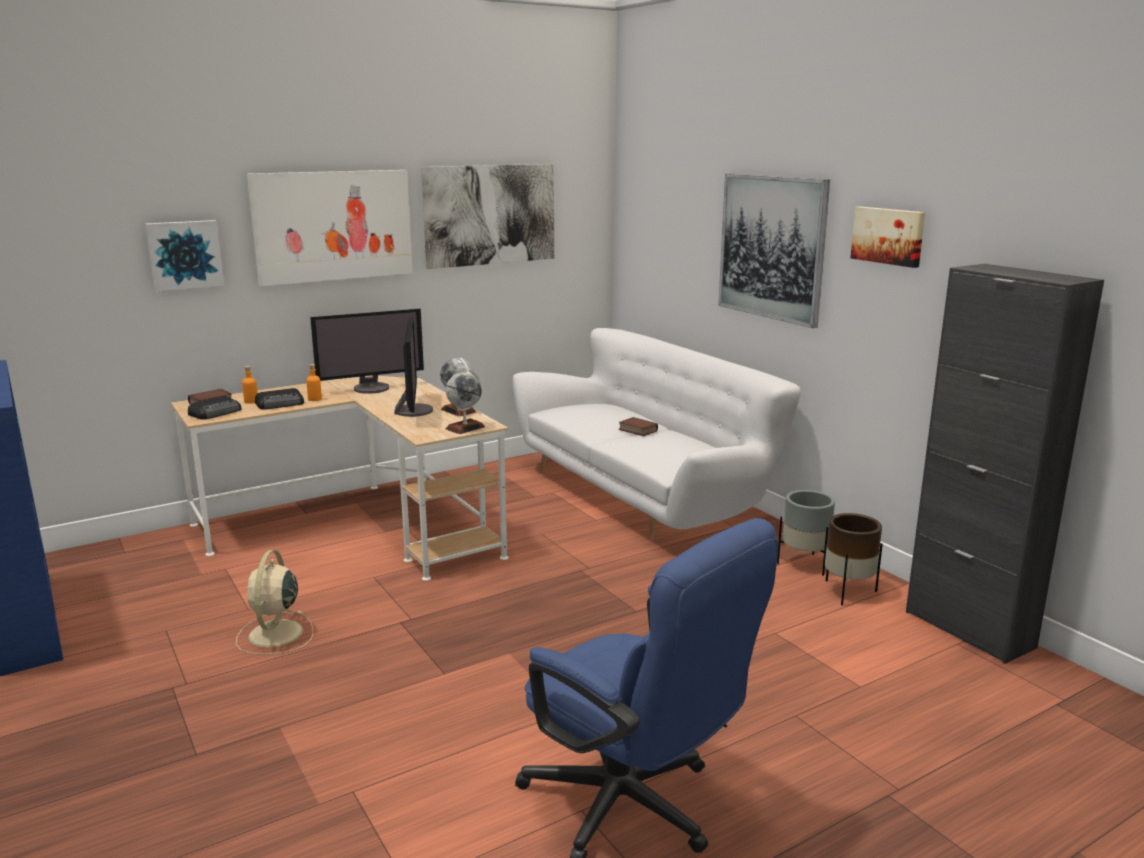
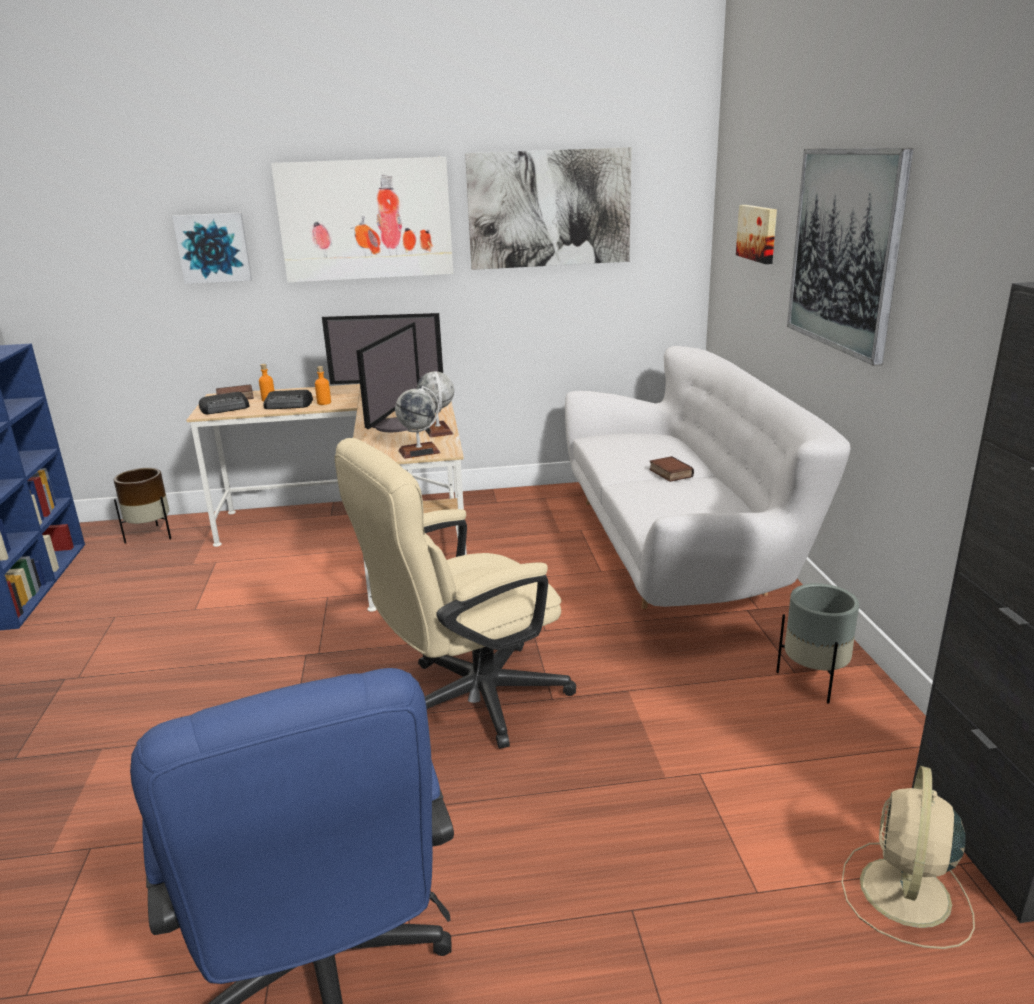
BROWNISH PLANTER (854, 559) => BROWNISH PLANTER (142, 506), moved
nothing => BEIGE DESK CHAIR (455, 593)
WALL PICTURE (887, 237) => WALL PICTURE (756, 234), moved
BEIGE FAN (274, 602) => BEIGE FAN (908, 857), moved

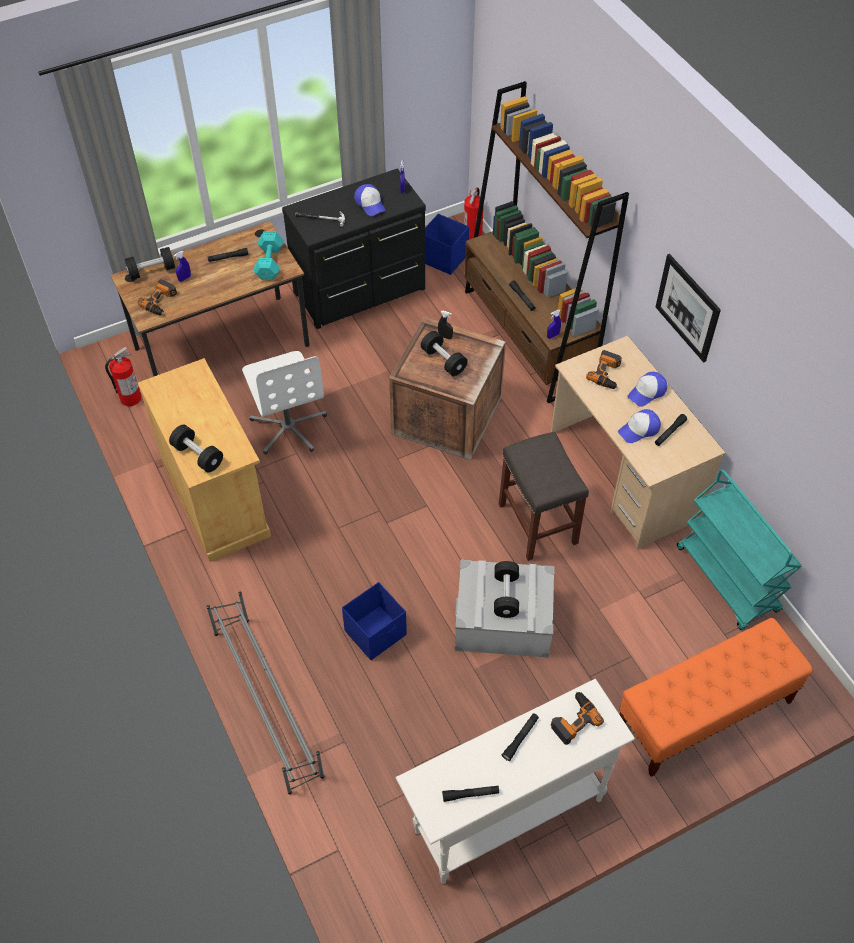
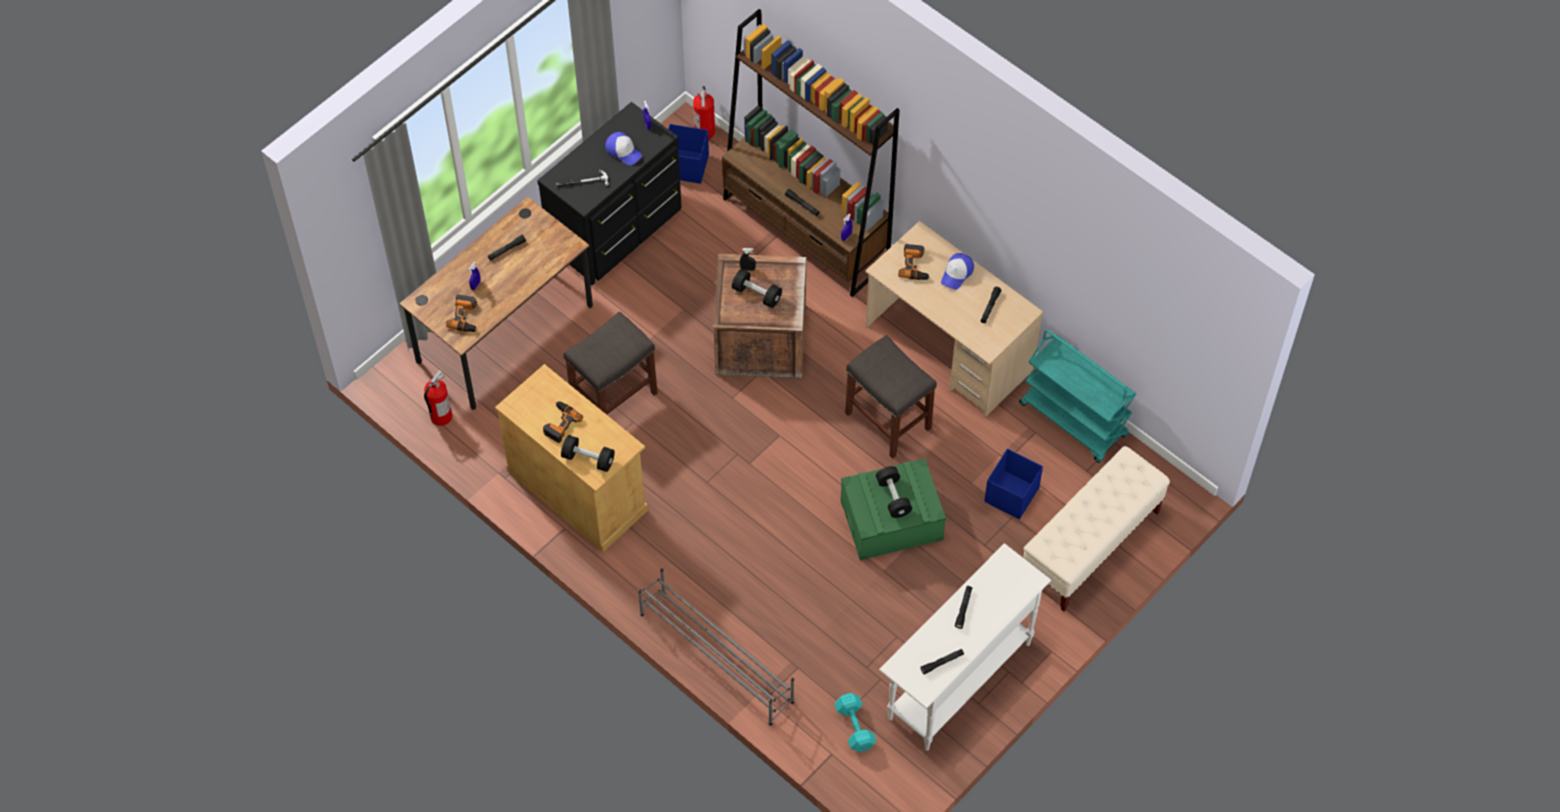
ELECTRIC DRILL (577, 718) => ELECTRIC DRILL (563, 422), moved
WHITE-COLOURED DESK CHAIR (284, 403) => GREY STOOL SEAT (611, 363)
TURQUOISE-COLOURED FREE WEIGHT (268, 255) => TURQUOISE-COLOURED FREE WEIGHT (855, 722), moved
GREY STORAGE BIN (505, 609) => GREEN-COLOURED STORAGE BIN (893, 509)
BLUISH STORAGE BIN (374, 621) => BLUISH STORAGE BIN (1013, 484), moved
ORANGE-COLOURED INDOOR BENCH (716, 697) => BEIGE INDOOR BENCH (1096, 528)
BLACK-COLOURED FREE WEIGHT (150, 263) => nothing
CAP (639, 426) => nothing
WALL PICTURE (688, 308) => nothing

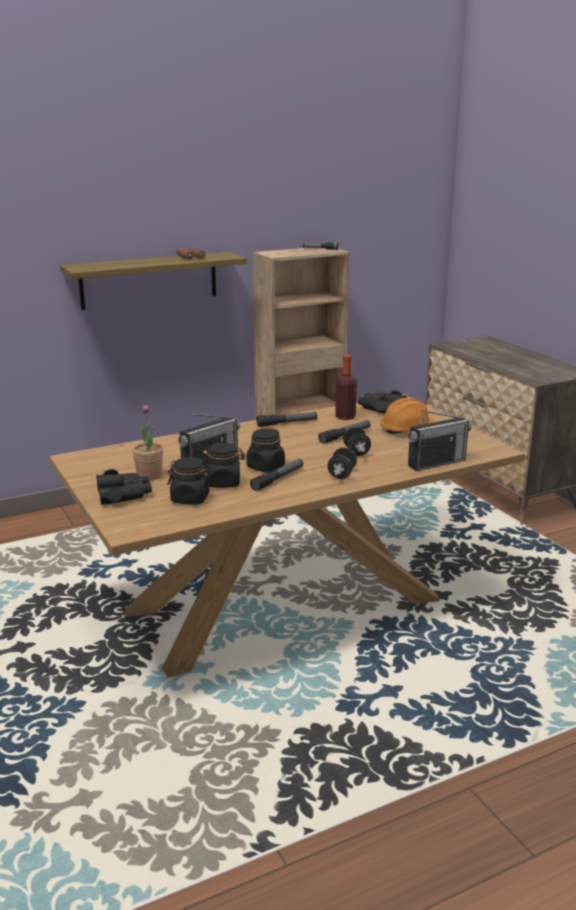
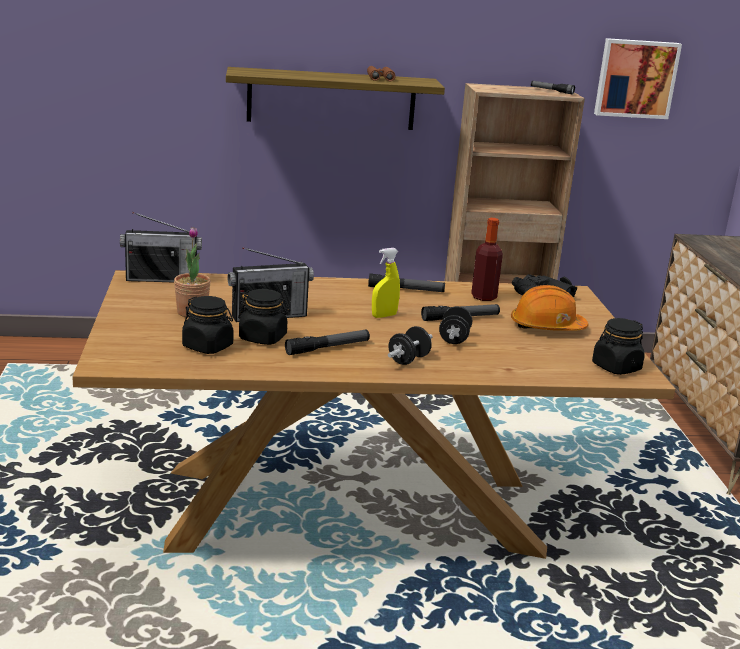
RADIO (440, 440) => RADIO (161, 247), moved
nothing => YELLOWISH SPRAYER (386, 283)
BLACK-COLOURED STORAGE JAR (265, 450) => BLACK-COLOURED STORAGE JAR (618, 346), moved
nothing => WALL PICTURE (638, 78)
BLACK-COLOURED PAIR OF BINOCULARS (124, 487) => nothing

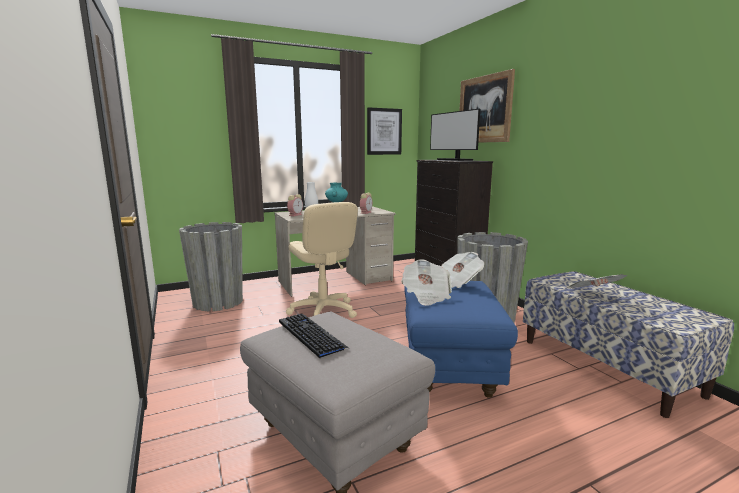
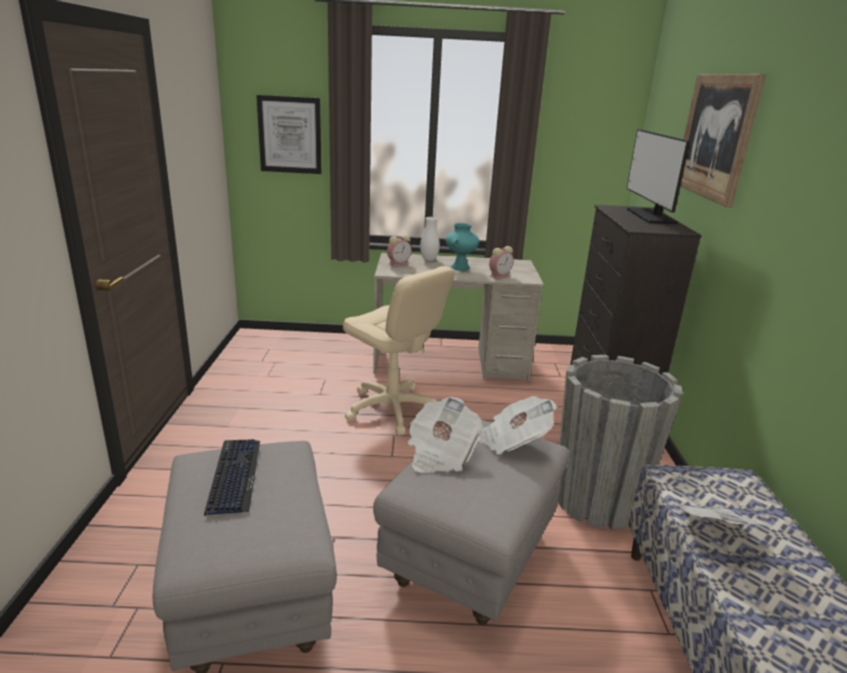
WALL PICTURE (384, 131) => WALL PICTURE (289, 134), moved
BEIGE DESK CHAIR (322, 260) => BEIGE DESK CHAIR (399, 351), 45 degrees counterclockwise
BLUISH FOOTREST (461, 339) => GREY FOOTREST (471, 522)
GREY PLANTER (211, 266) => nothing

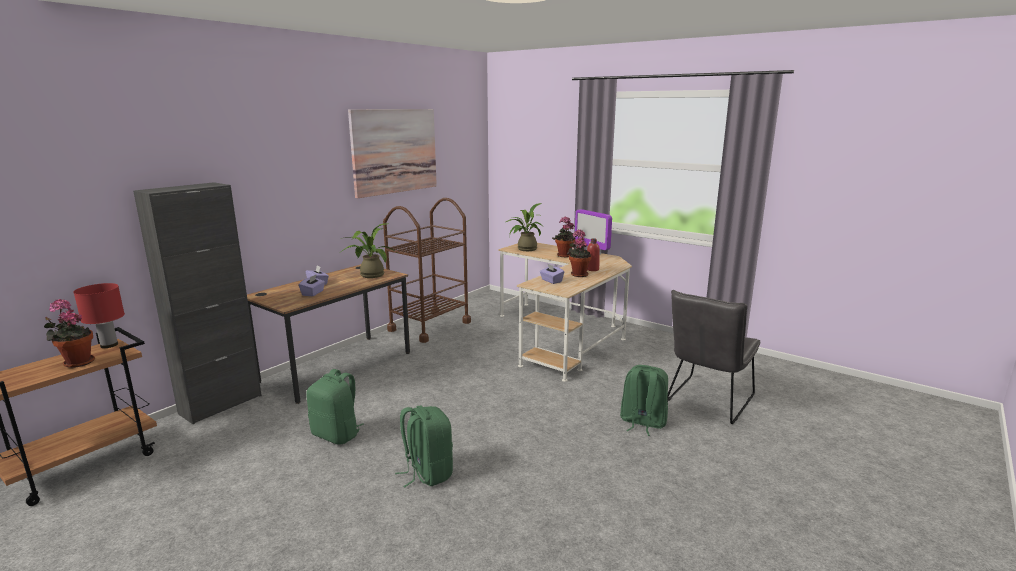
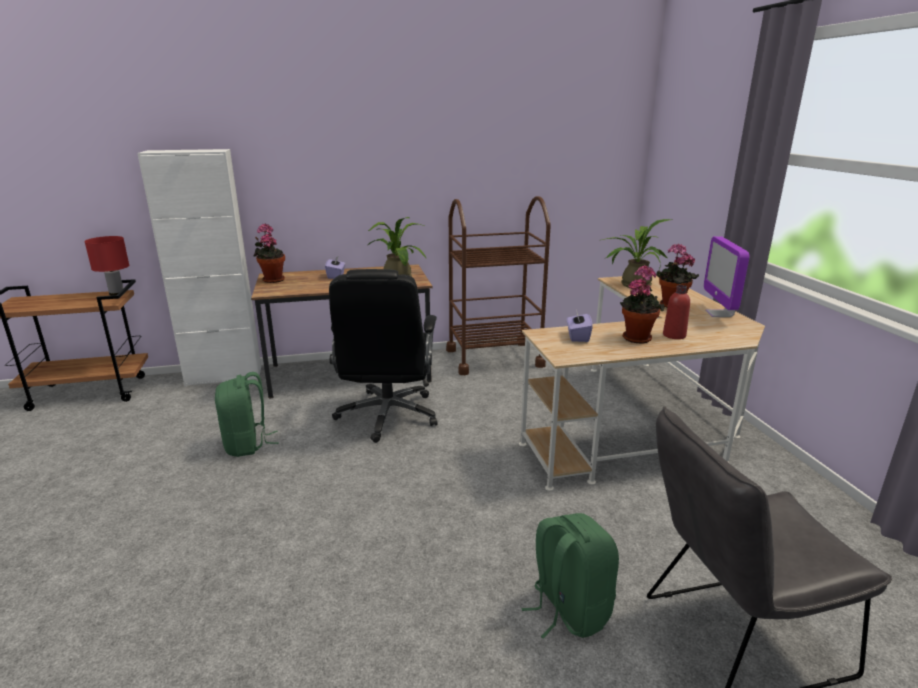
BLACK-COLOURED CABINET (197, 303) => WHITE-COLOURED CABINET (199, 268)
POTTED PLANT (69, 333) => POTTED PLANT (269, 253), moved
nothing => BLACK-COLOURED DESK CHAIR (383, 356)
PURPLE TISSUE HOLDER (312, 285) => nothing
WALL PICTURE (392, 153) => nothing
GREEN-COLOURED BACKPACK (424, 447) => nothing

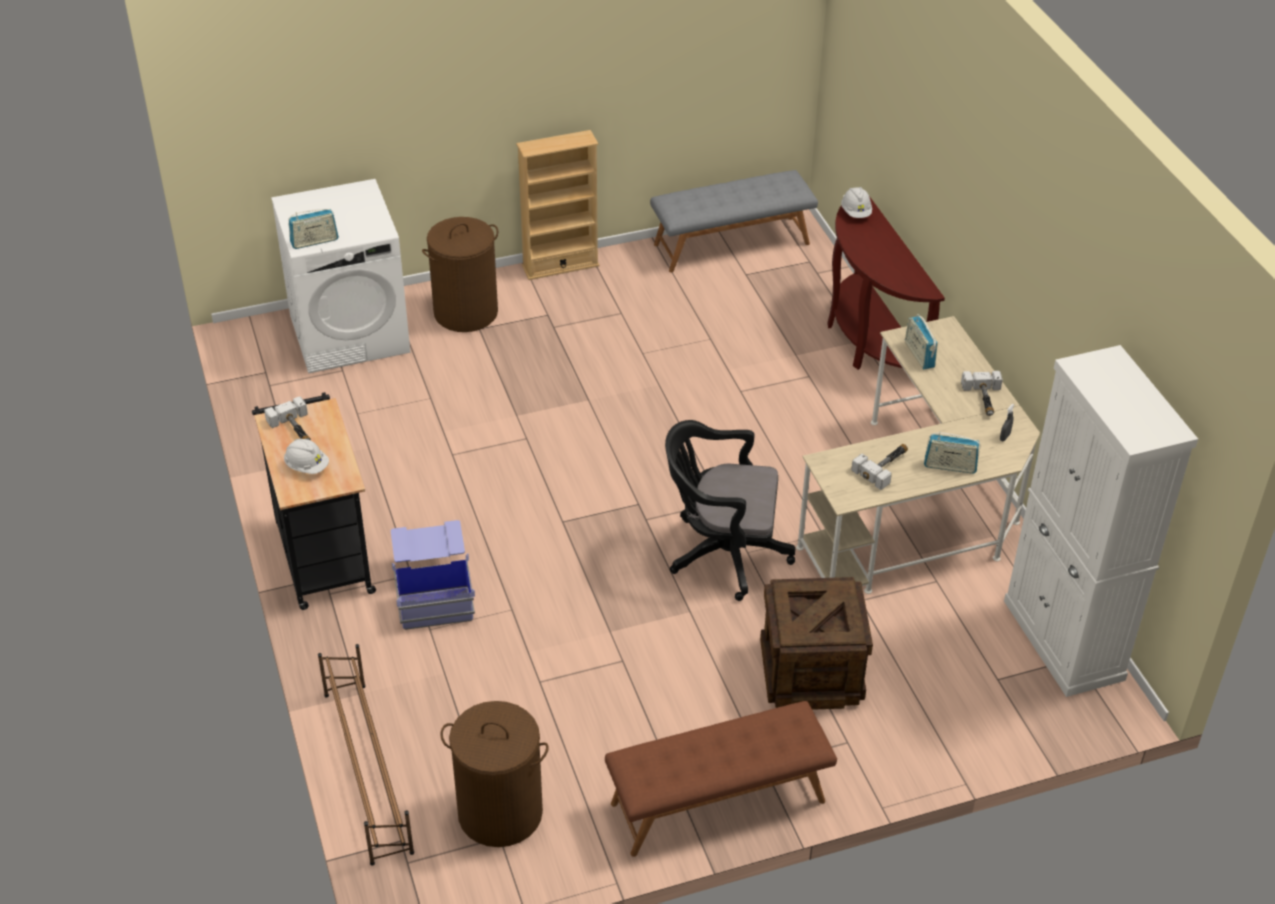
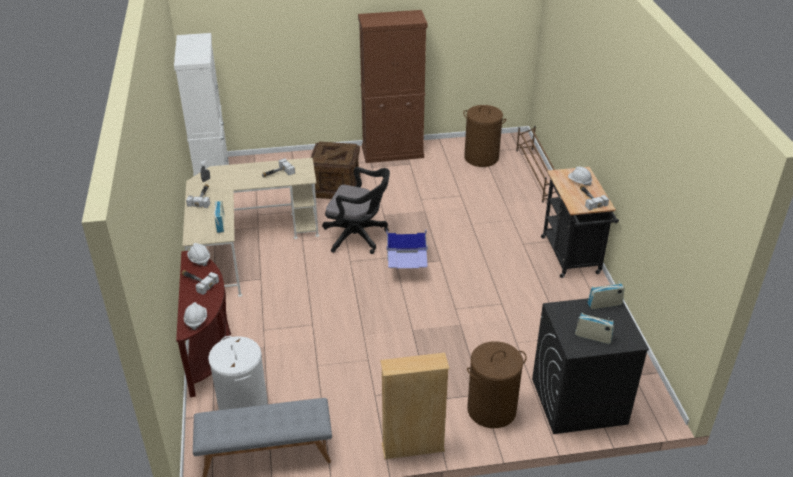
nothing => TOOL HAMMER (200, 282)
nothing => WHITE-COLOURED SAFETY HELMET (198, 254)
nothing => WHITE-COLOURED WASHING BASKET (238, 373)
BROWNISH INDOOR BENCH (721, 779) => BROWNISH CABINET (392, 86)
BLUISH STORAGE BIN (432, 575) => BLUISH STORAGE BIN (407, 248), moved
WHITE-COLOURED LAUNDRY MACHINE (341, 276) => BLACK-COLOURED LAUNDRY MACHINE (590, 366)
RADIO (952, 453) => RADIO (594, 328), moved

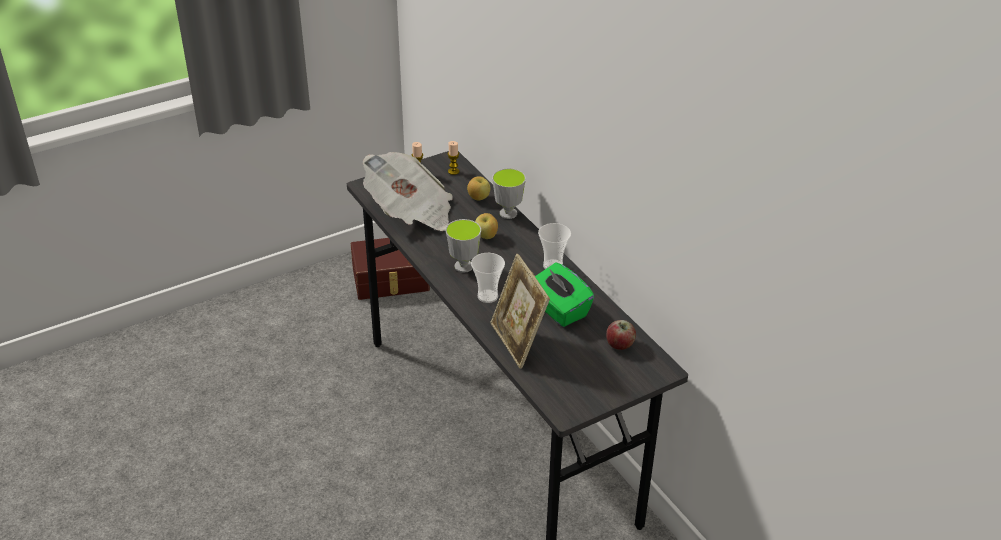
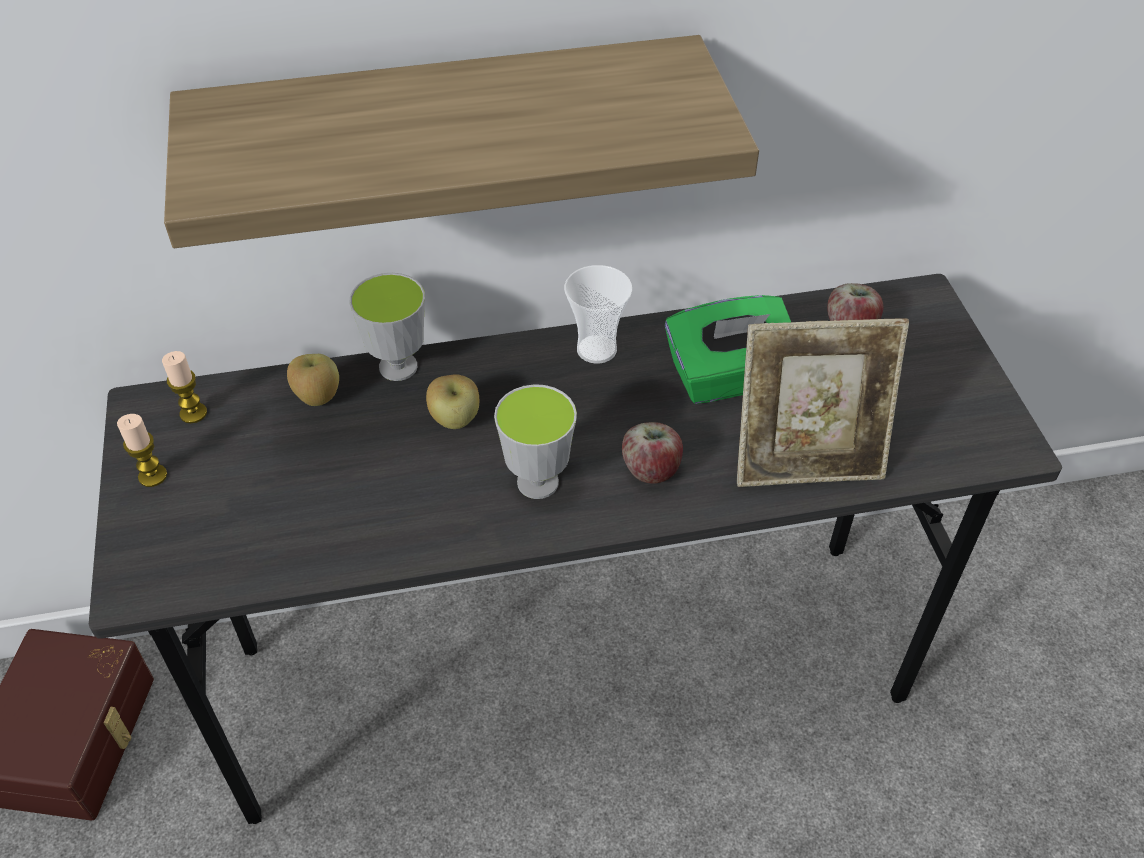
nothing => BRACKET SHELF (461, 141)
CUP (488, 278) => APPLE (652, 453)
PRINTED PAPER (408, 191) => nothing

